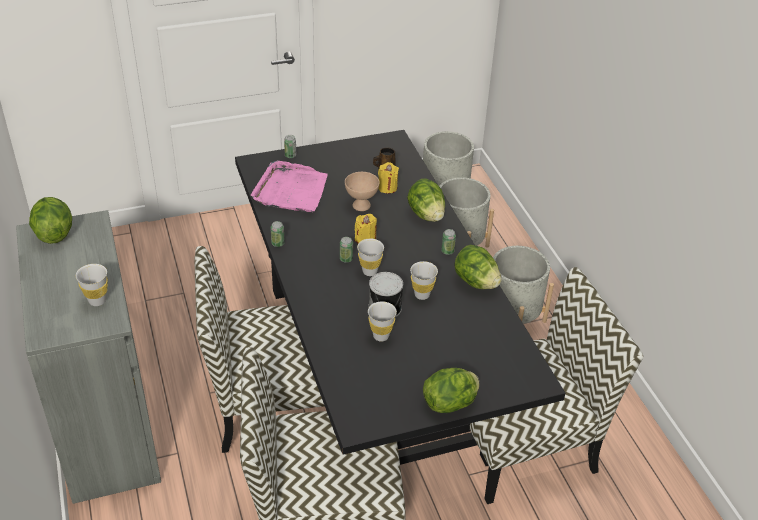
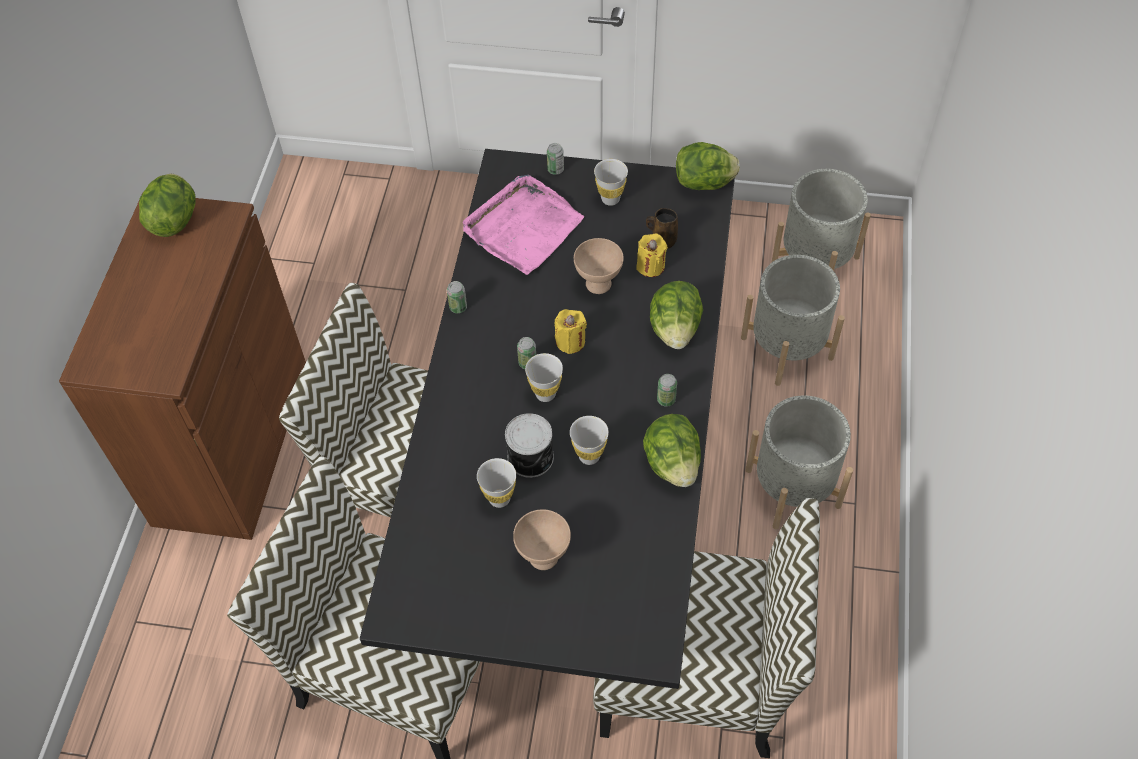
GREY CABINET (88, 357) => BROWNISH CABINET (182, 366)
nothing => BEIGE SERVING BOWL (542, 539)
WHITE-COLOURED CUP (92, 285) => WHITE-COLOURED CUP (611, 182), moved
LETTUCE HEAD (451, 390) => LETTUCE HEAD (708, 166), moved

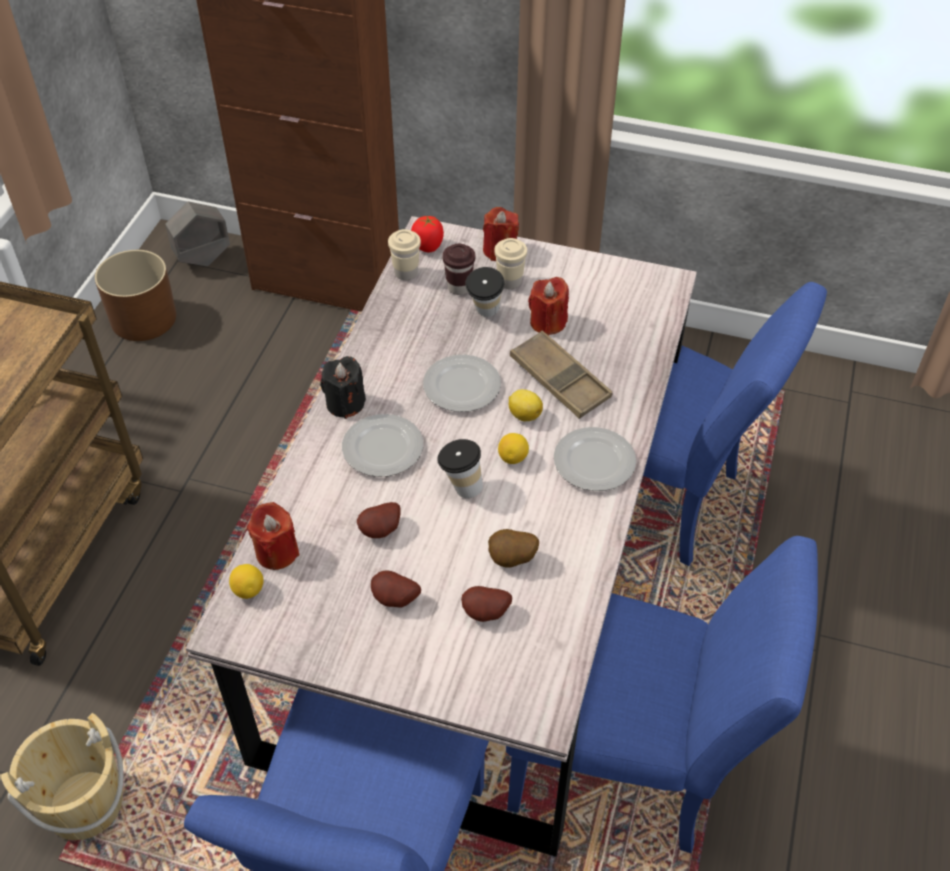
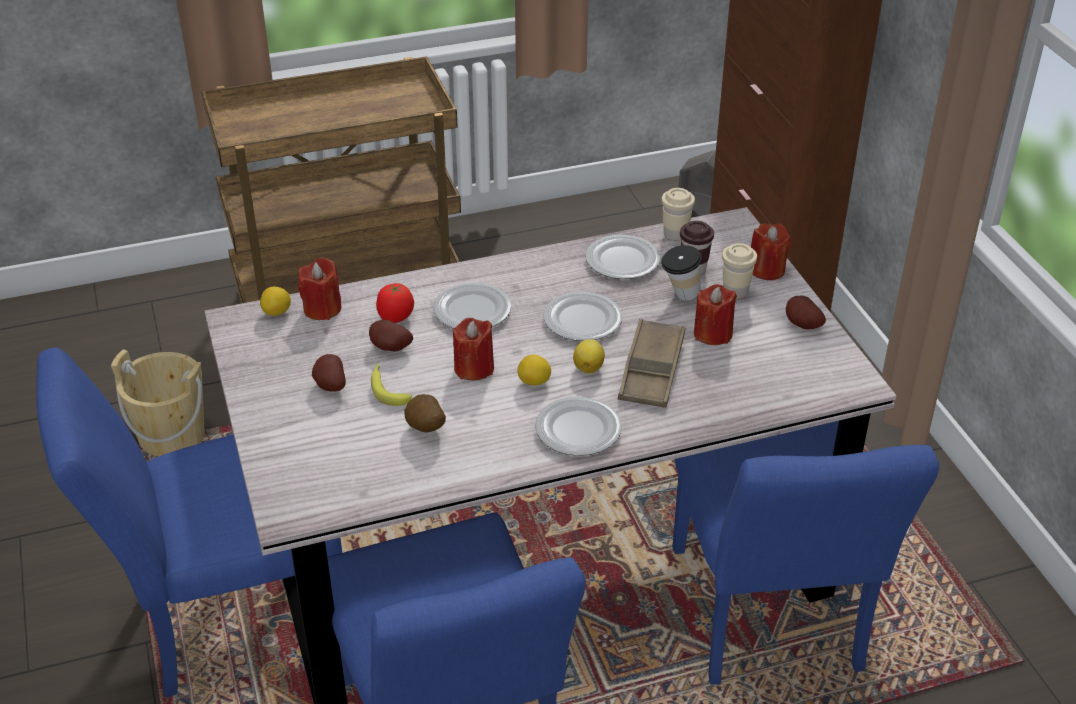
nothing => BANANA FRUIT (391, 384)
WHOLE TOMATO (427, 234) => WHOLE TOMATO (395, 303), moved
CUP (460, 468) => RED-COLOURED CANDLE (473, 349)
nothing => FLAT DISH (623, 257)
SPUD (486, 604) => SPUD (806, 312), moved
BROWNISH PLANTER (135, 295) => nothing
BLACK-COLOURED CANDLE (343, 387) => nothing

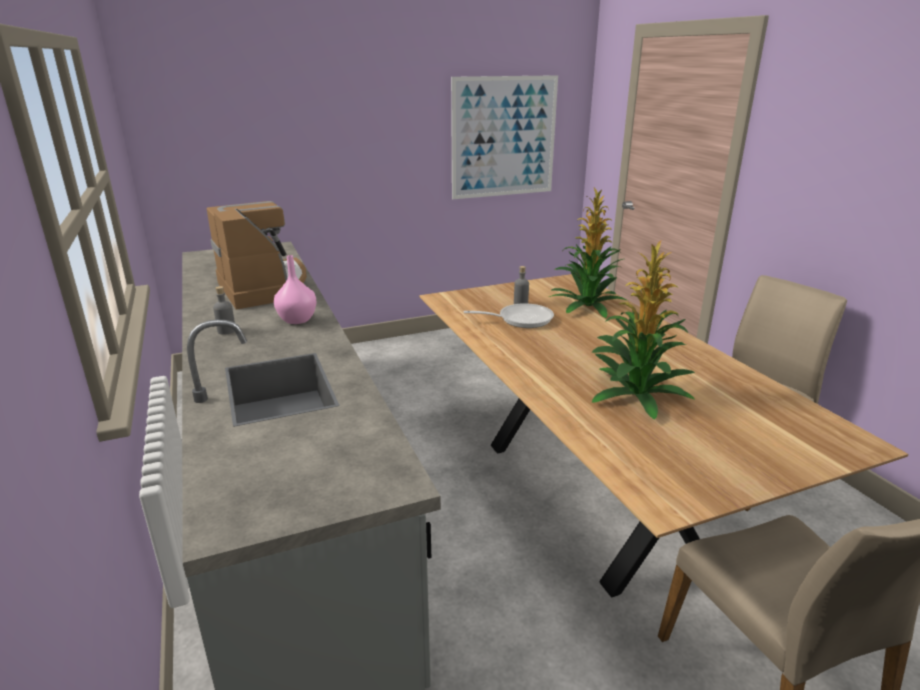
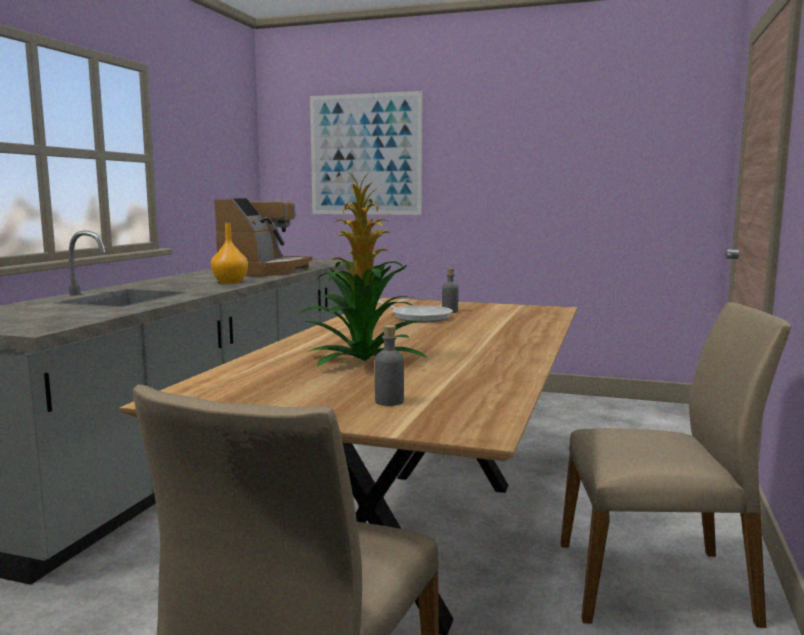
PINK FLOWER VASE (295, 289) => ORANGE-COLOURED FLOWER VASE (229, 253)
WALL PICTURE (504, 137) => WALL PICTURE (366, 153), moved
GREY DRINK BOTTLE (224, 310) => GREY DRINK BOTTLE (389, 365), moved
POTTED PLANT (588, 253) => nothing

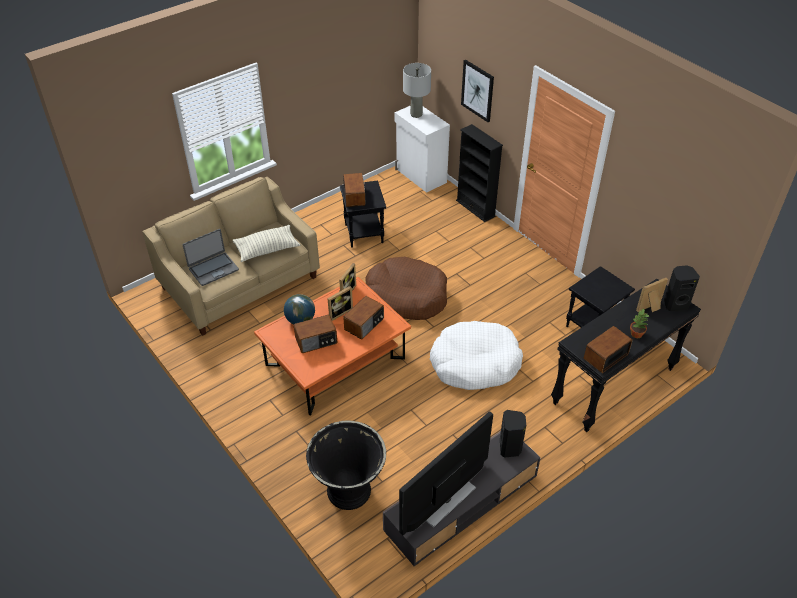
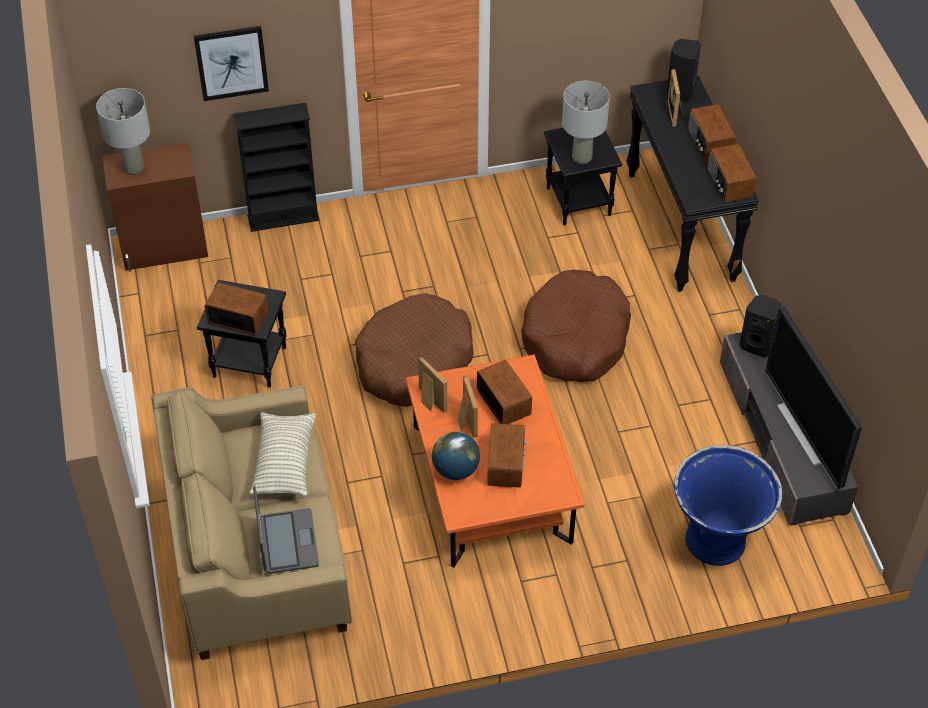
WHITE-COLOURED CABINET (422, 149) => BROWNISH CABINET (155, 207)
WHITE-COLOURED DOG CUSHION (476, 355) => BROWNISH DOG CUSHION (576, 326)
nothing => GREY TABLETOP LAMP (586, 122)
BLACK-COLOURED PLANTER (346, 465) => BLUISH PLANTER (728, 505)
POTTED PLANT (639, 323) => RADIO (712, 132)

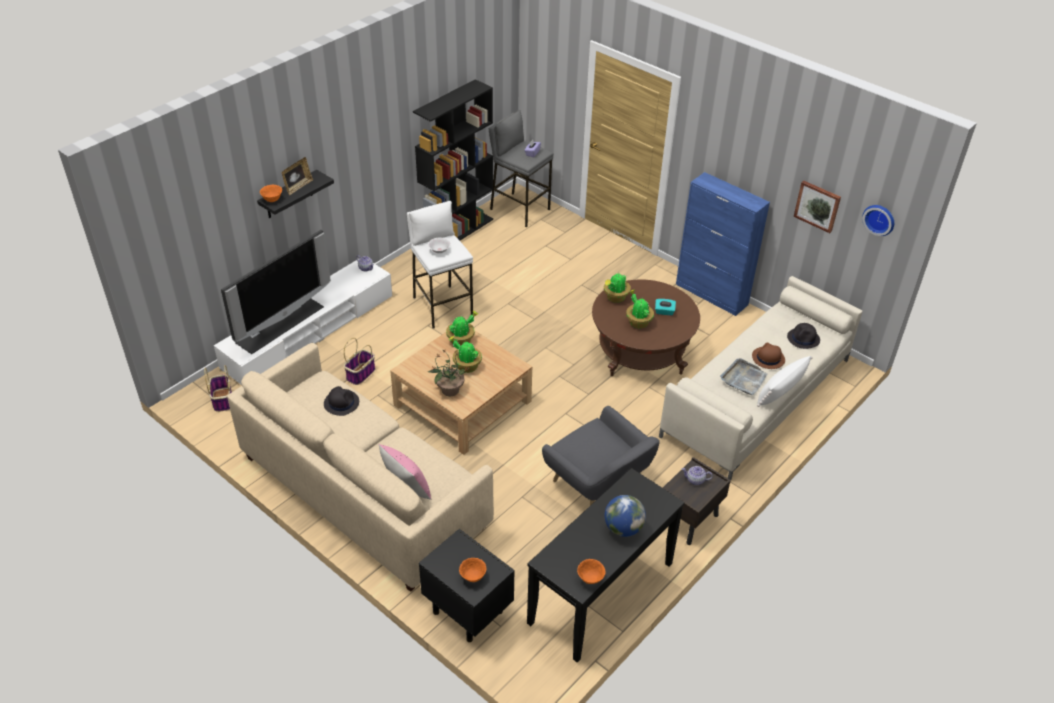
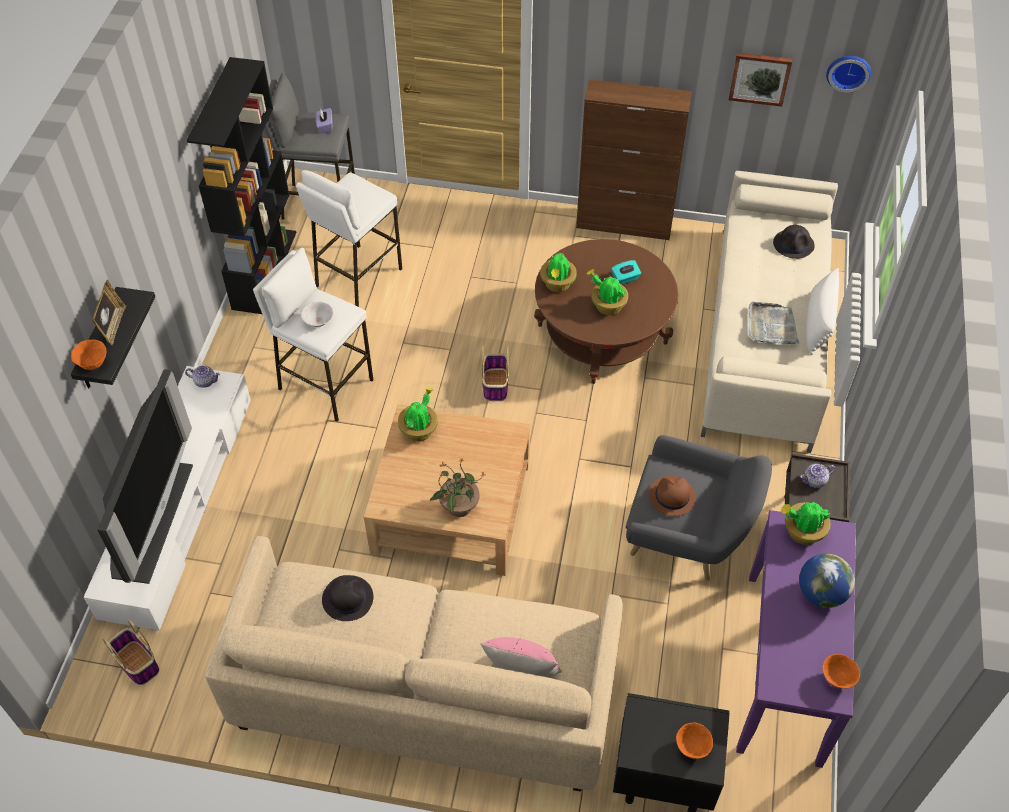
nothing => WHITE-COLOURED STOOL SEAT (349, 238)
STORAGE BASKET (360, 361) => STORAGE BASKET (495, 373), moved
BLUISH CABINET (723, 244) => BROWNISH CABINET (634, 159)
BROWNISH HAT (768, 356) => BROWNISH HAT (672, 496), moved
BLACK-COLOURED HALL TABLE (606, 565) => PURPLE HALL TABLE (796, 639)
POTTED PLANT (465, 354) => POTTED PLANT (806, 523), moved

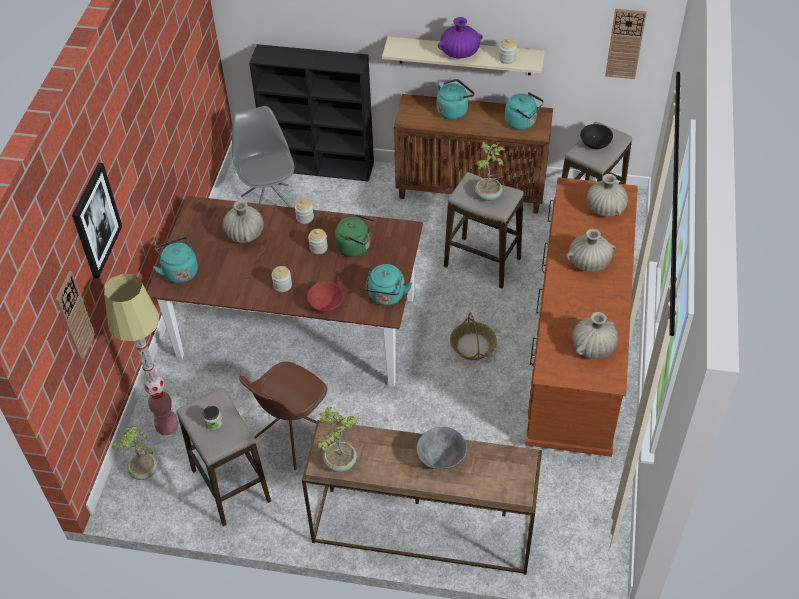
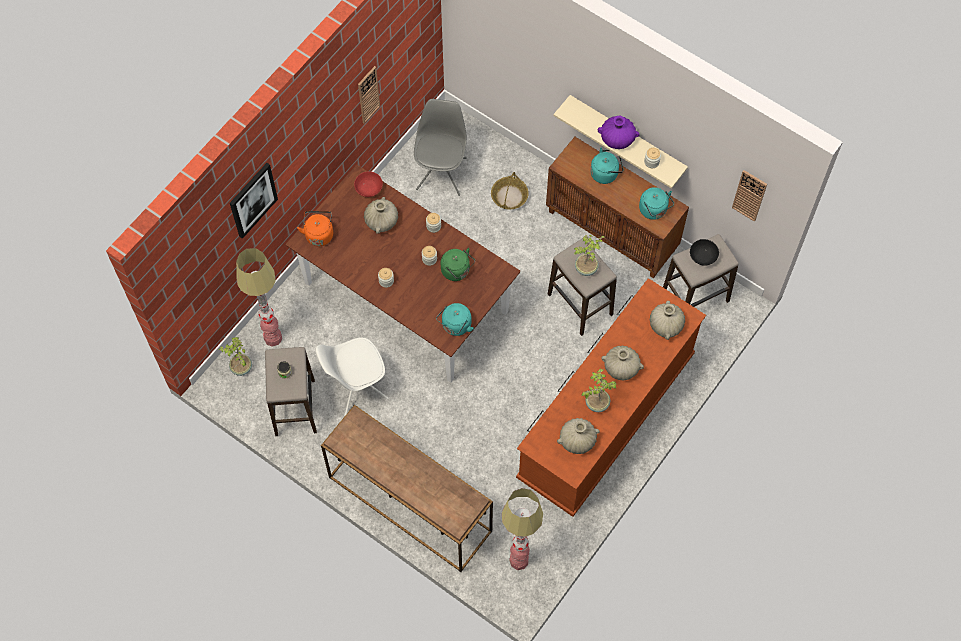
TURQUOISE-COLOURED TEA KETTLE (175, 260) => ORANGE-COLOURED TEA KETTLE (315, 228)
BROWNISH CHAIR (283, 415) => WHITE-COLOURED CHAIR (352, 377)
RED-COLOURED SERVING BOWL (325, 297) => RED-COLOURED SERVING BOWL (368, 184), moved
CLOCK ON THE WALL (75, 316) => CLOCK ON THE WALL (369, 95), moved
STORAGE BASKET (473, 336) => STORAGE BASKET (510, 190), moved
nothing => FLOOR LAMP (522, 529)
POTTED PLANT (337, 439) => POTTED PLANT (599, 390), moved
BLACK-COLOURED BOOKCASE (311, 113) => nothing
GREY SERVING BOWL (442, 448) => nothing

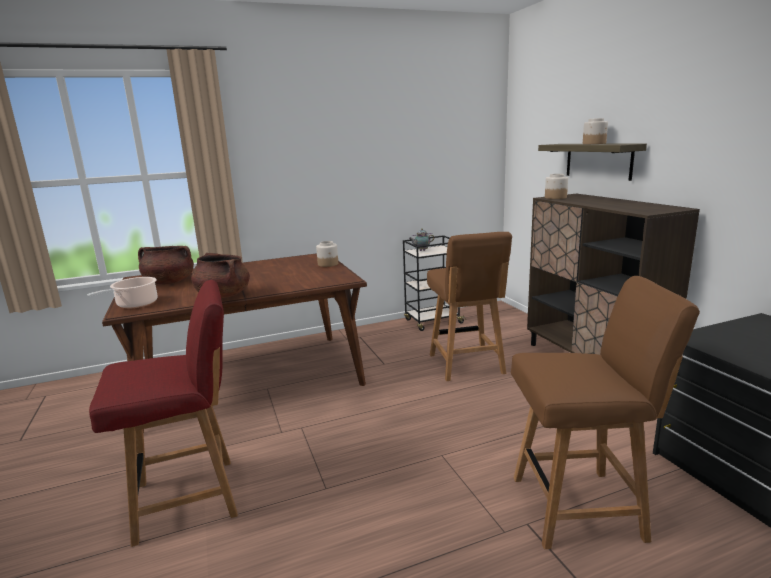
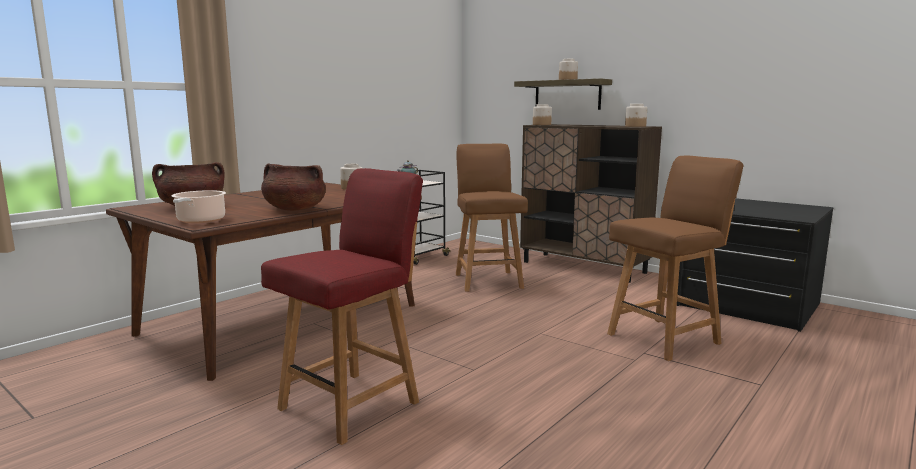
BROWNISH CHAIR (469, 306) => BROWNISH CHAIR (492, 218), 150 degrees counterclockwise
nothing => STORAGE JAR (636, 115)

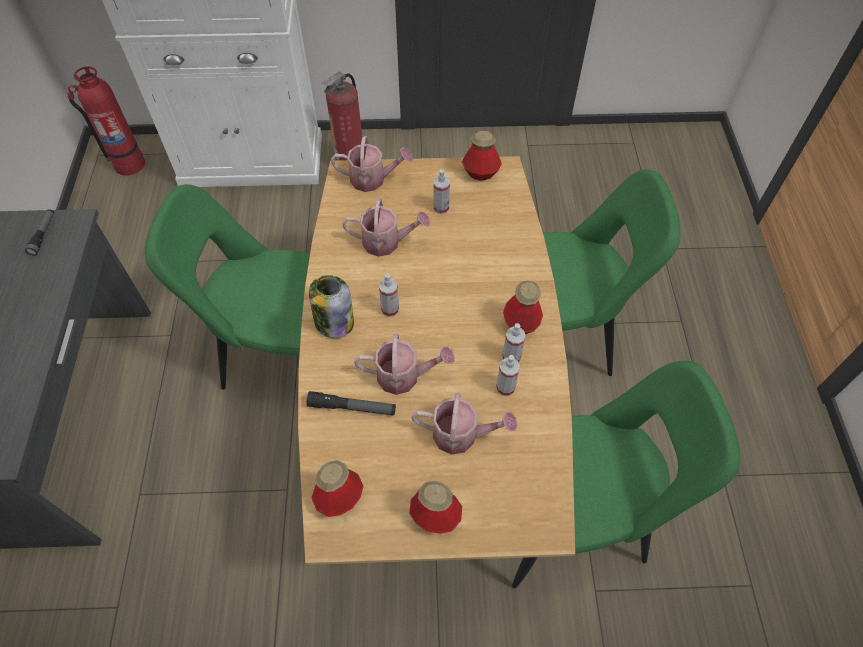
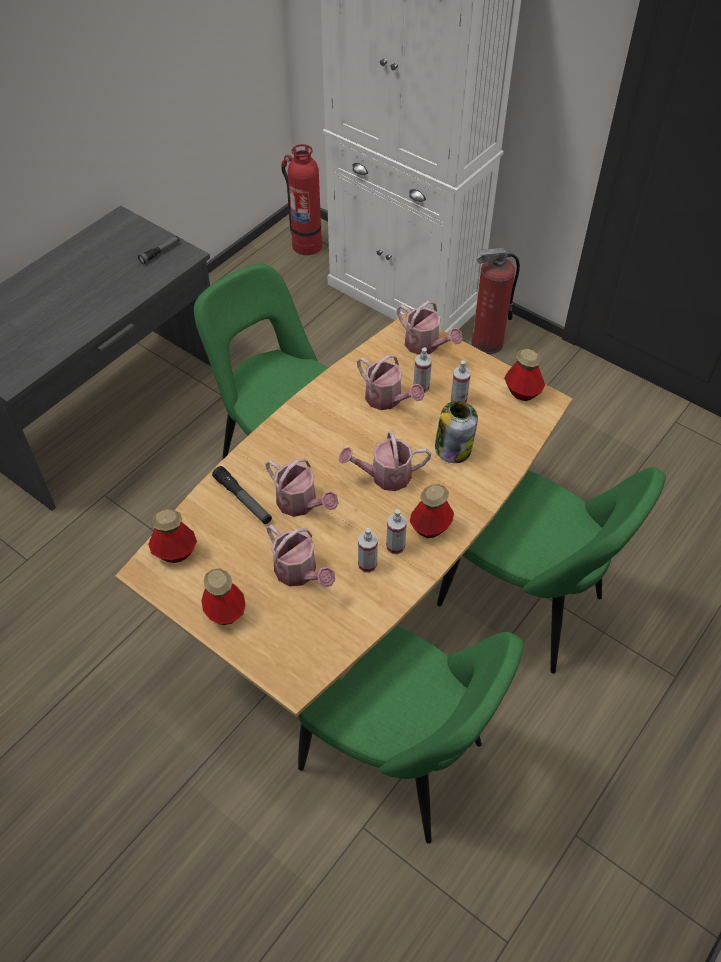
nothing => WATERING POT (385, 461)
SPRAYER (389, 295) => SPRAYER (422, 370), moved
STORAGE JAR (331, 306) => STORAGE JAR (456, 432), moved

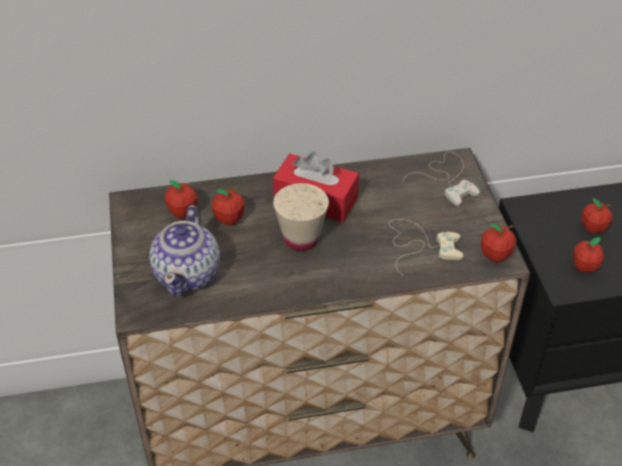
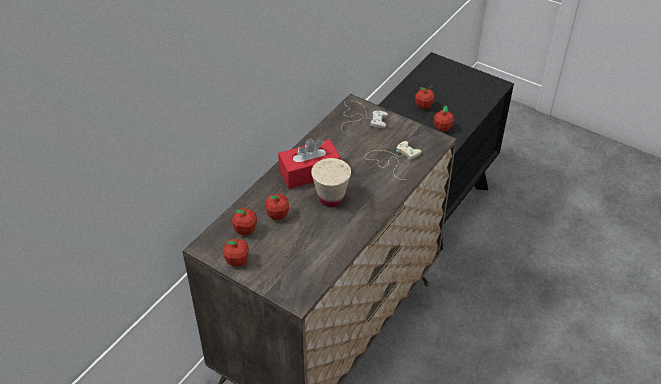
APPLE (499, 243) => APPLE (236, 250), moved
POT FOR TEA (184, 251) => nothing

